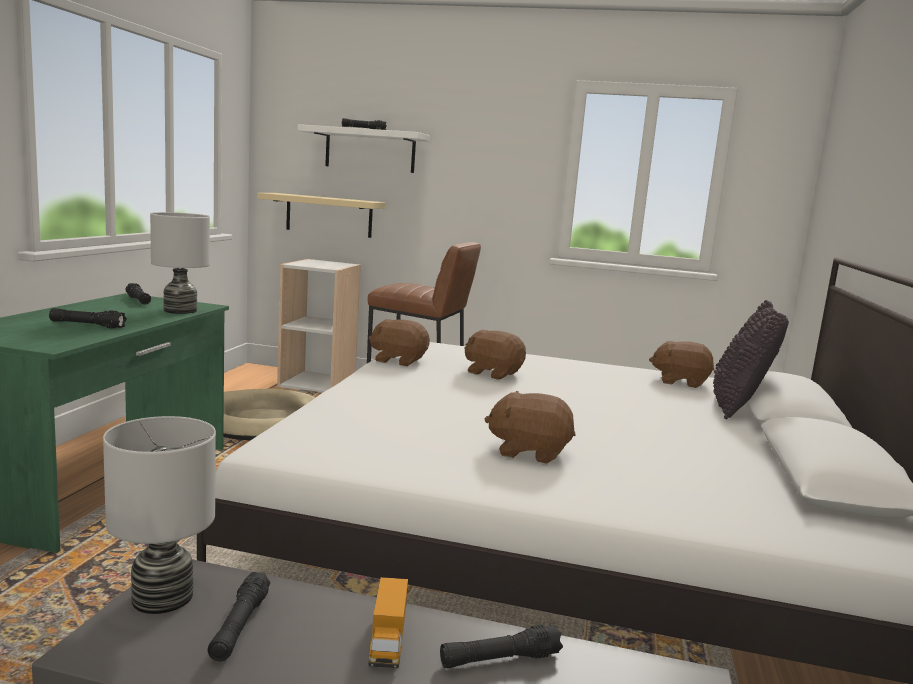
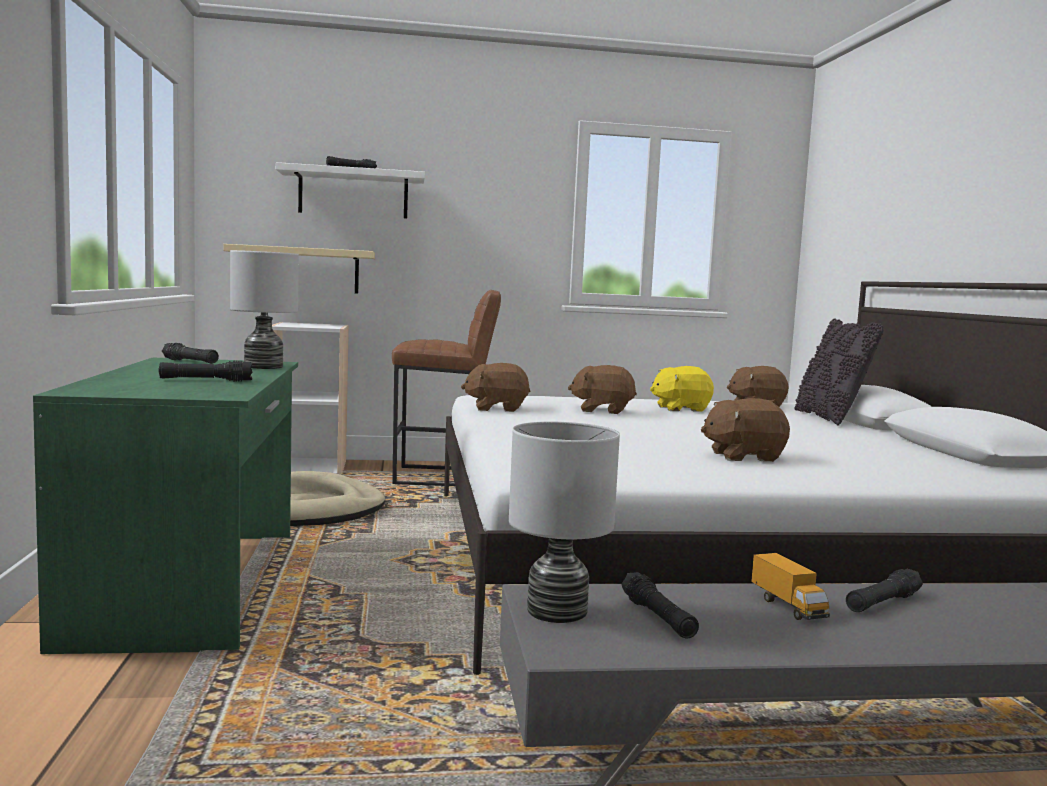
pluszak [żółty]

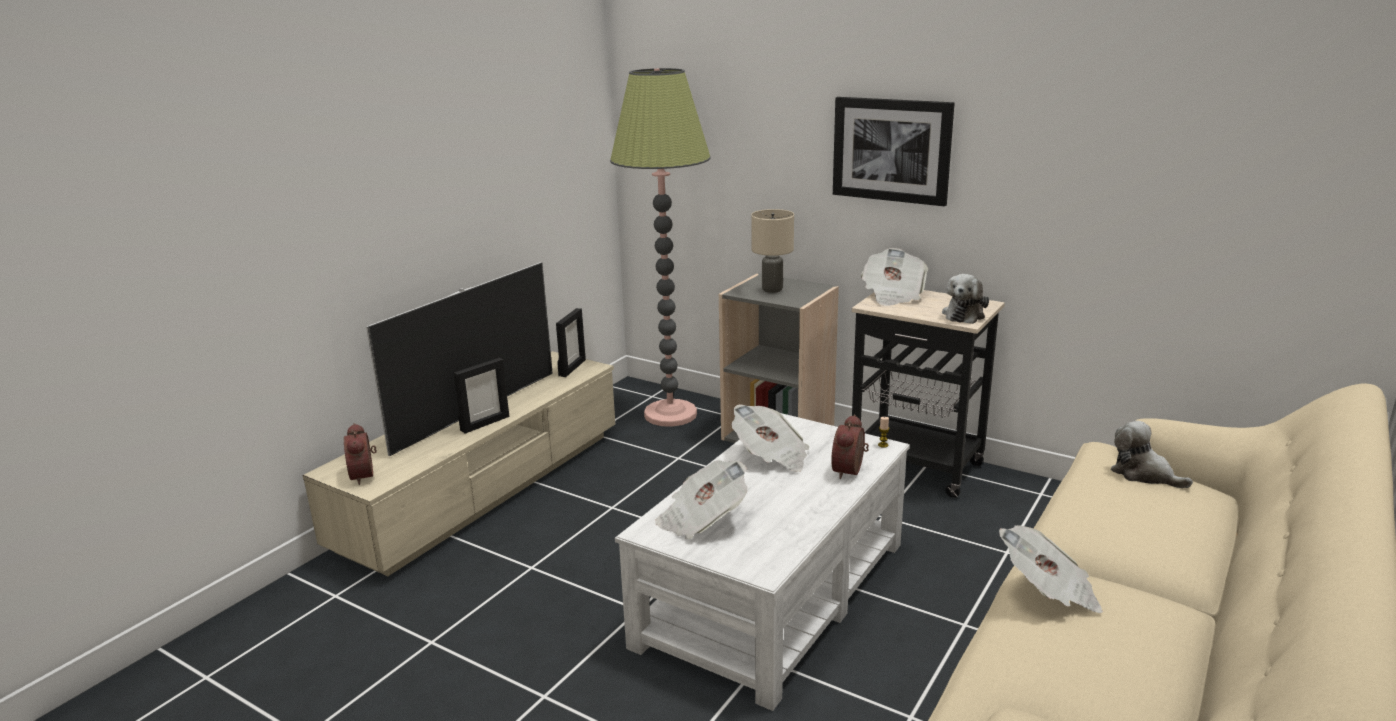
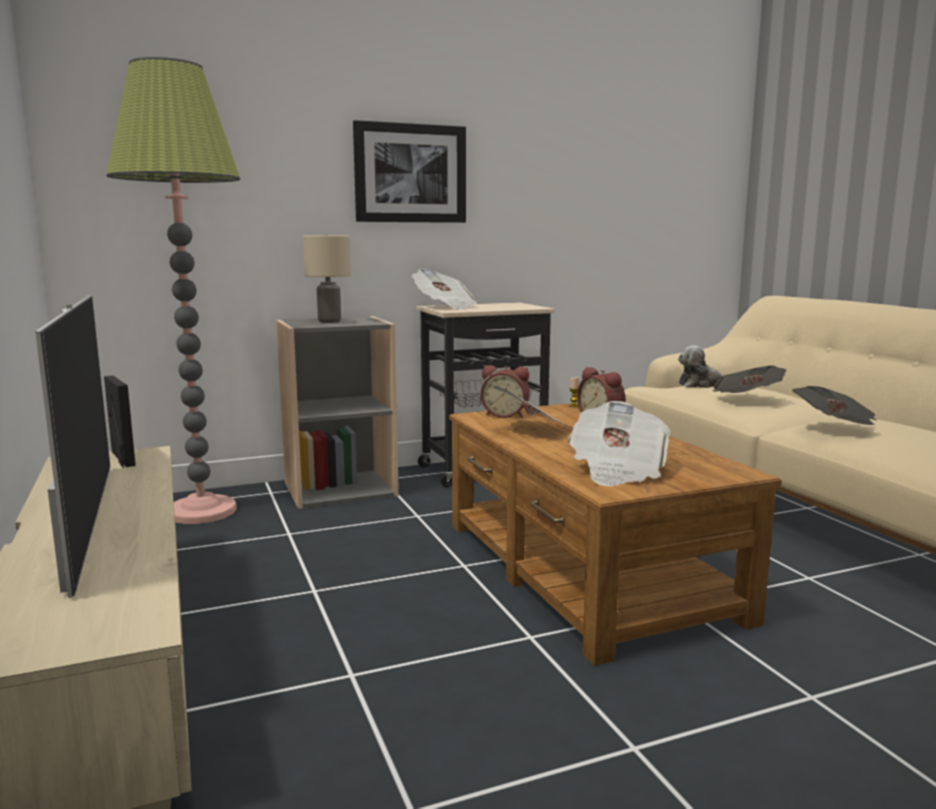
ramka na zdjęcie (no. 1 from left in the first image); pluszak (no. 1 from left in the first image); gazeta (no. 4 from left); budzik (no. 1 from left); ława [brązowy]

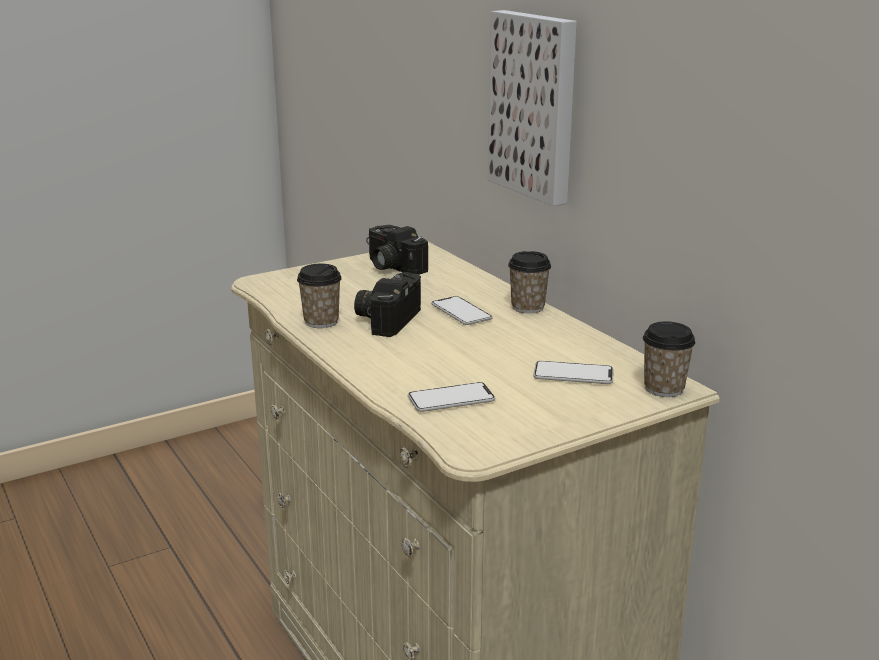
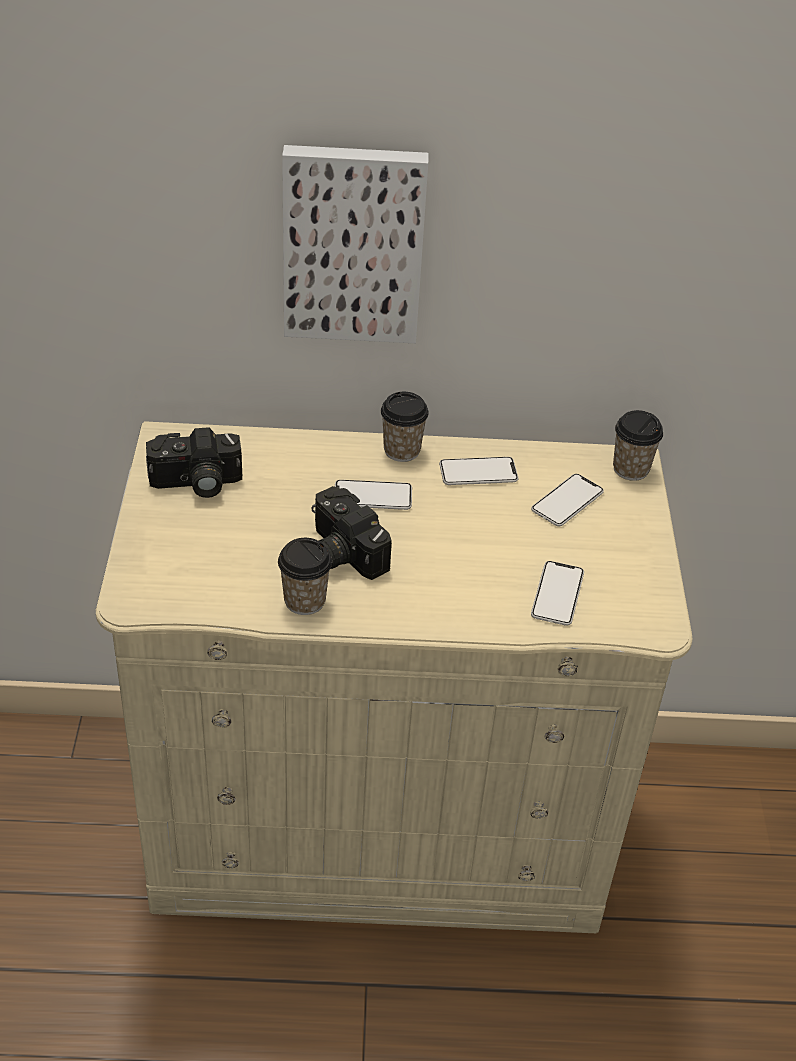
telefon (no. 2 from left)

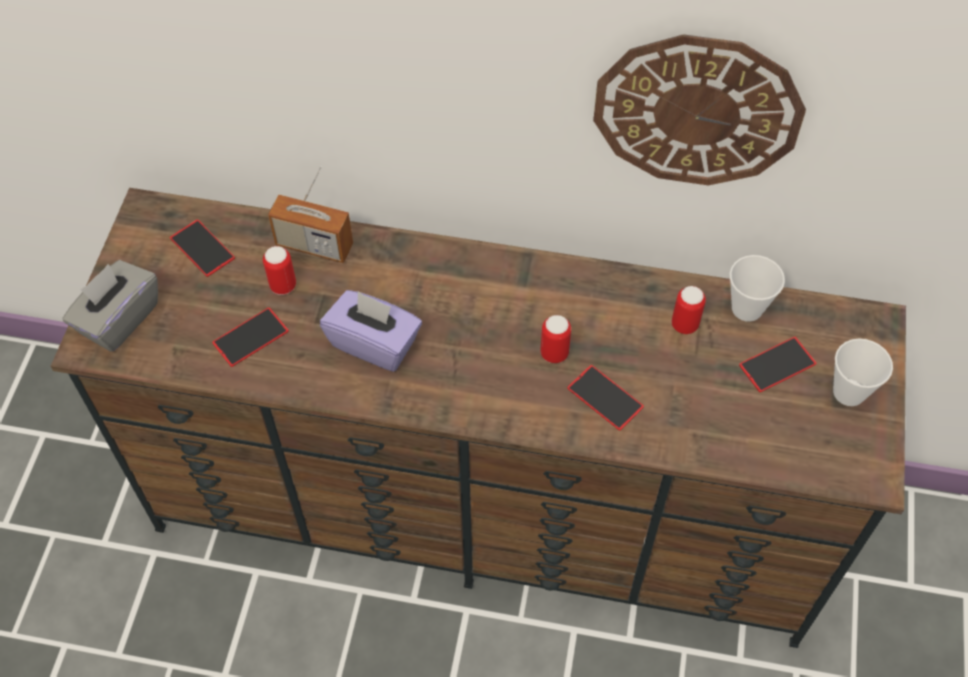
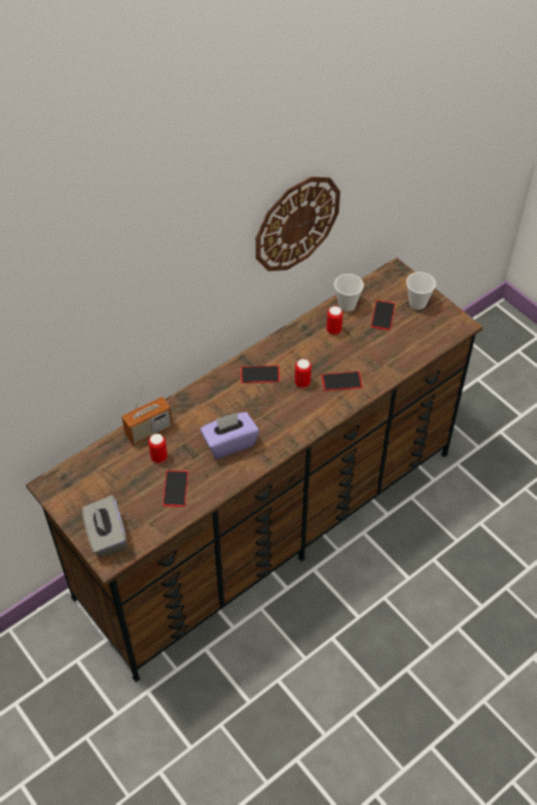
telefon (no. 2 from left)

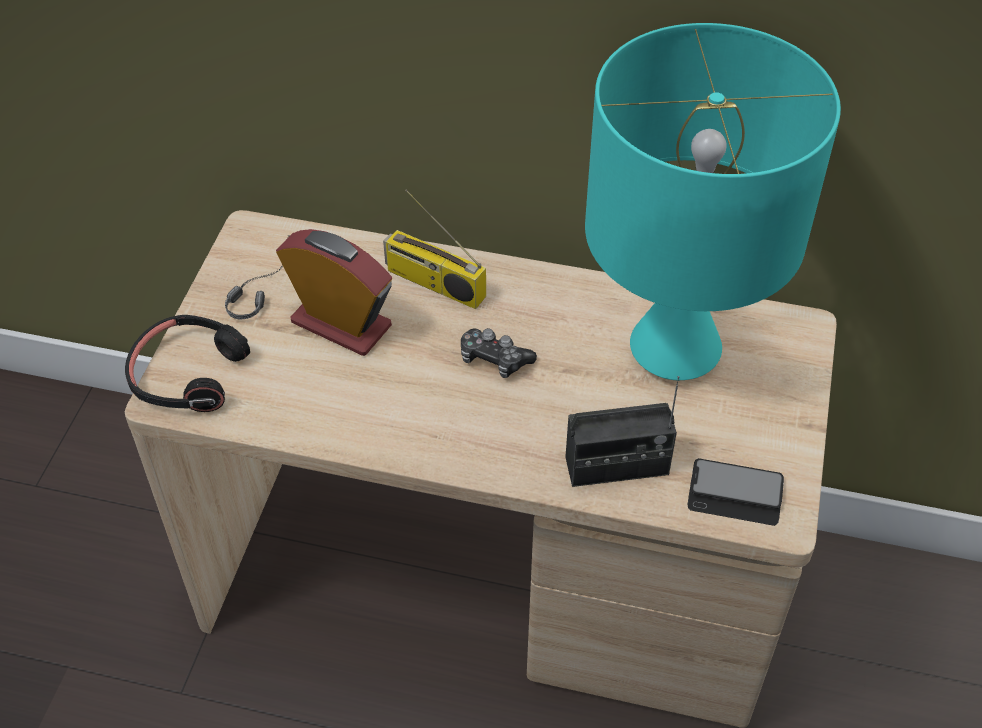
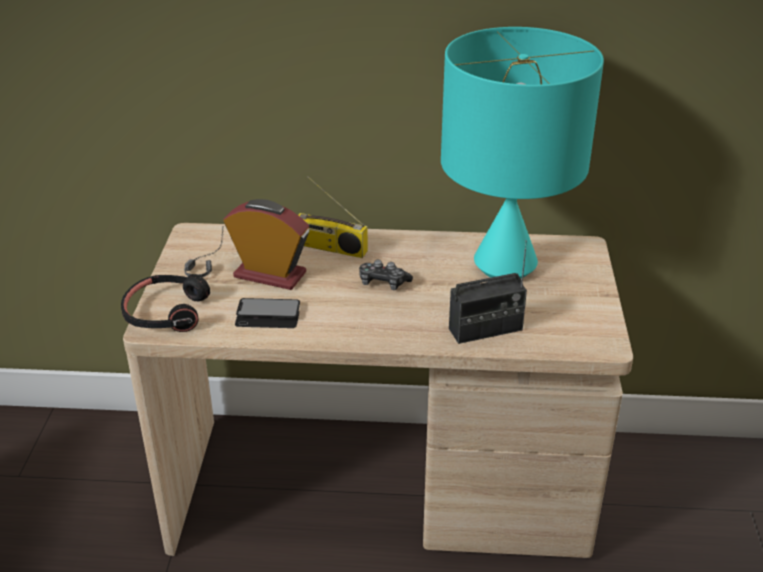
telefon

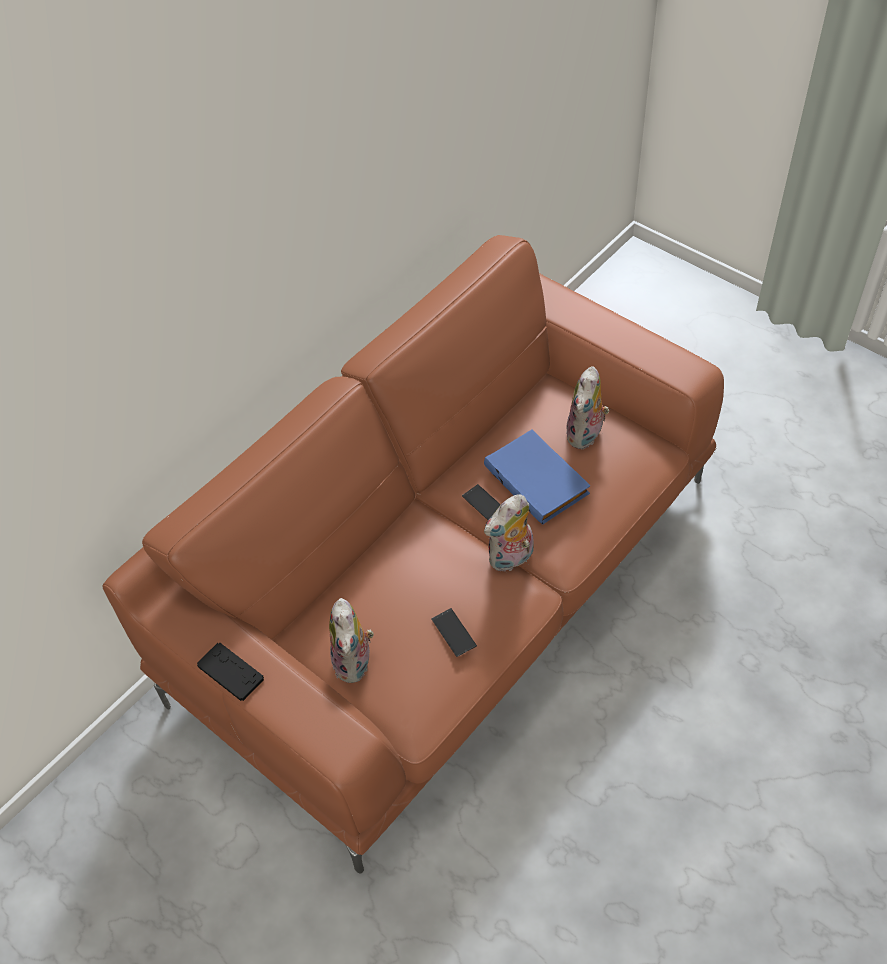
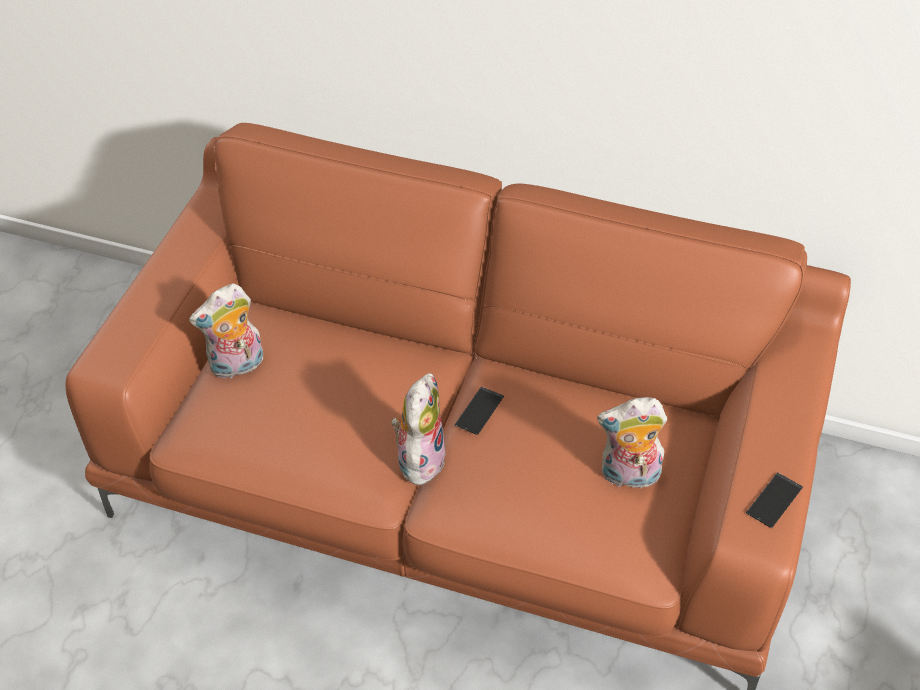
pad do gier [czarny]; książka [niebieski]; telefon (no. 2 from left); pluszak (no. 2 from left)

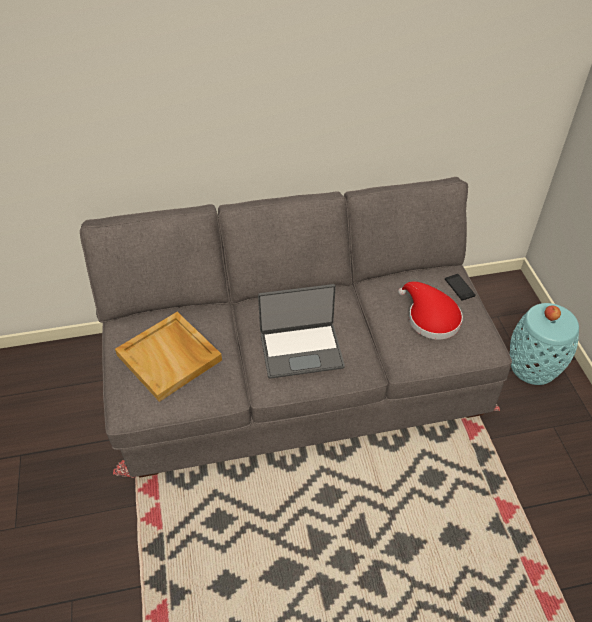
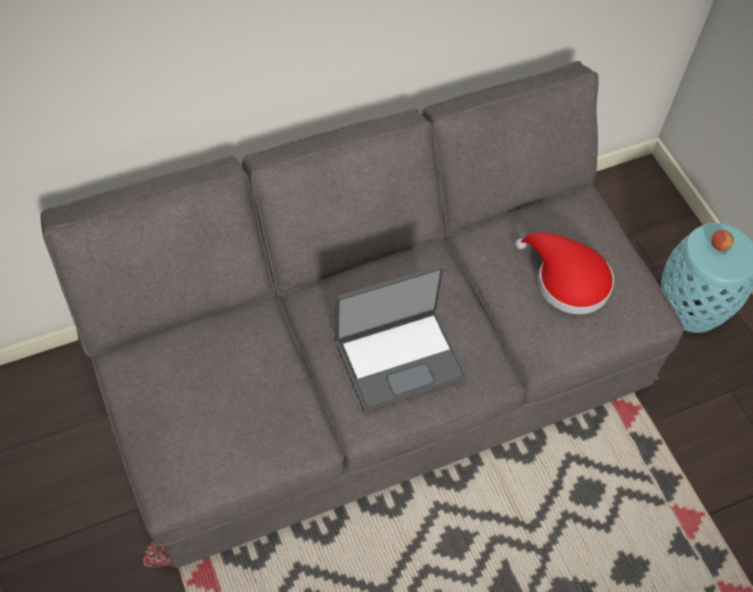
taca [beżowy]; telefon

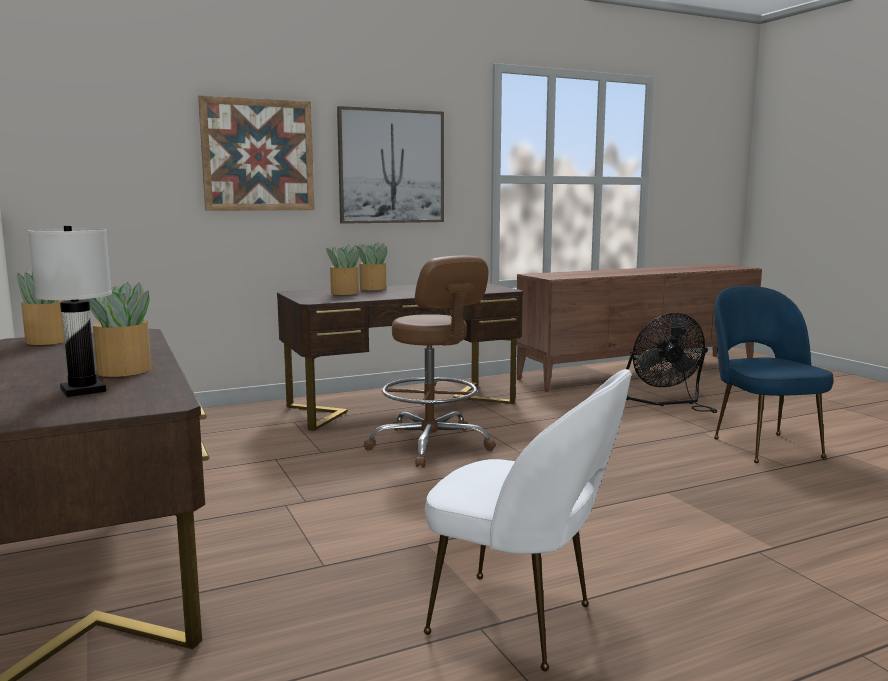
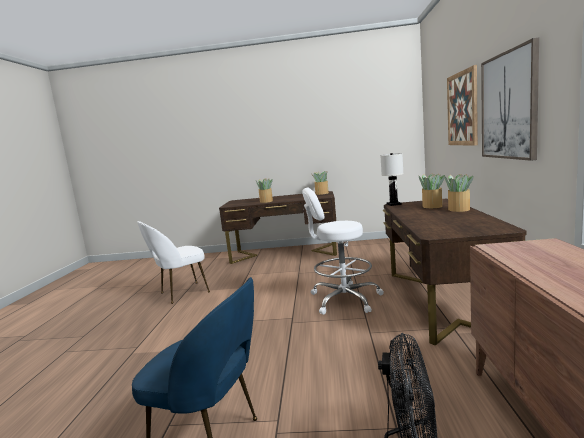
lampa stołowa [biały]; stołek [biały]

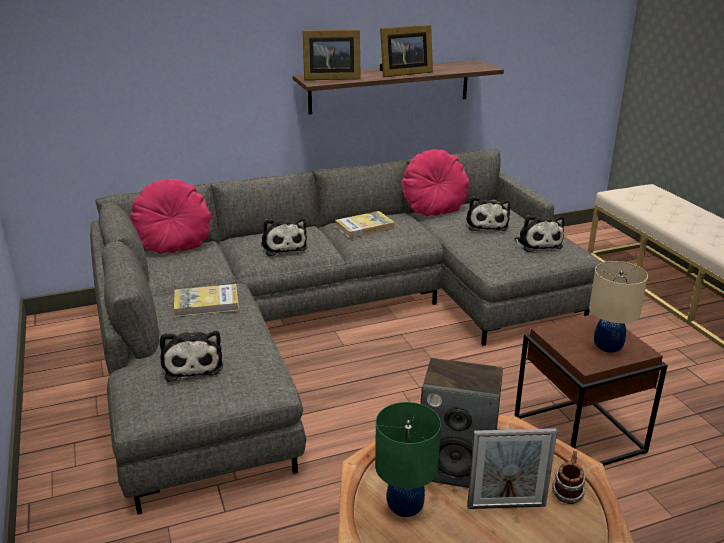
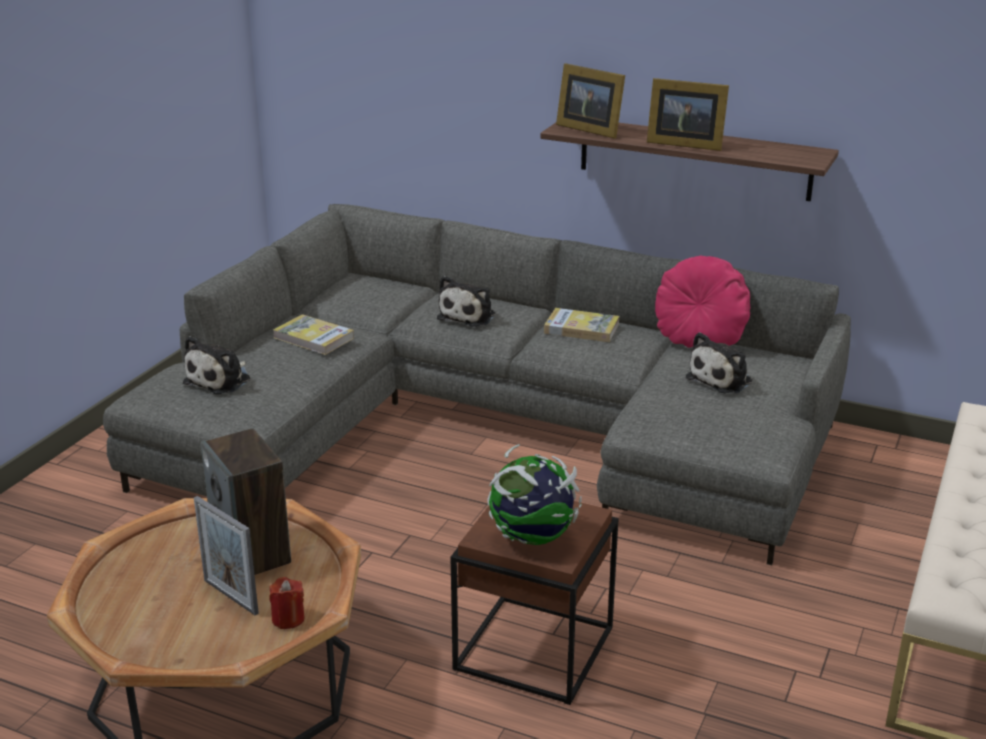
poduszka [różowy] (no. 1 from left in the first image); lampa stołowa [zielony]; pluszak (no. 4 from left in the first image); świeca [czerwony]; globus

